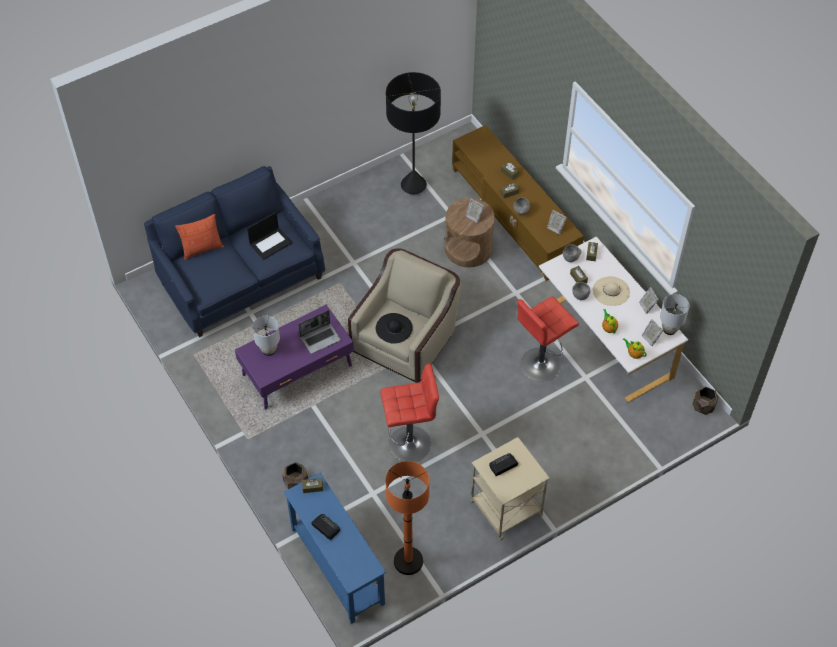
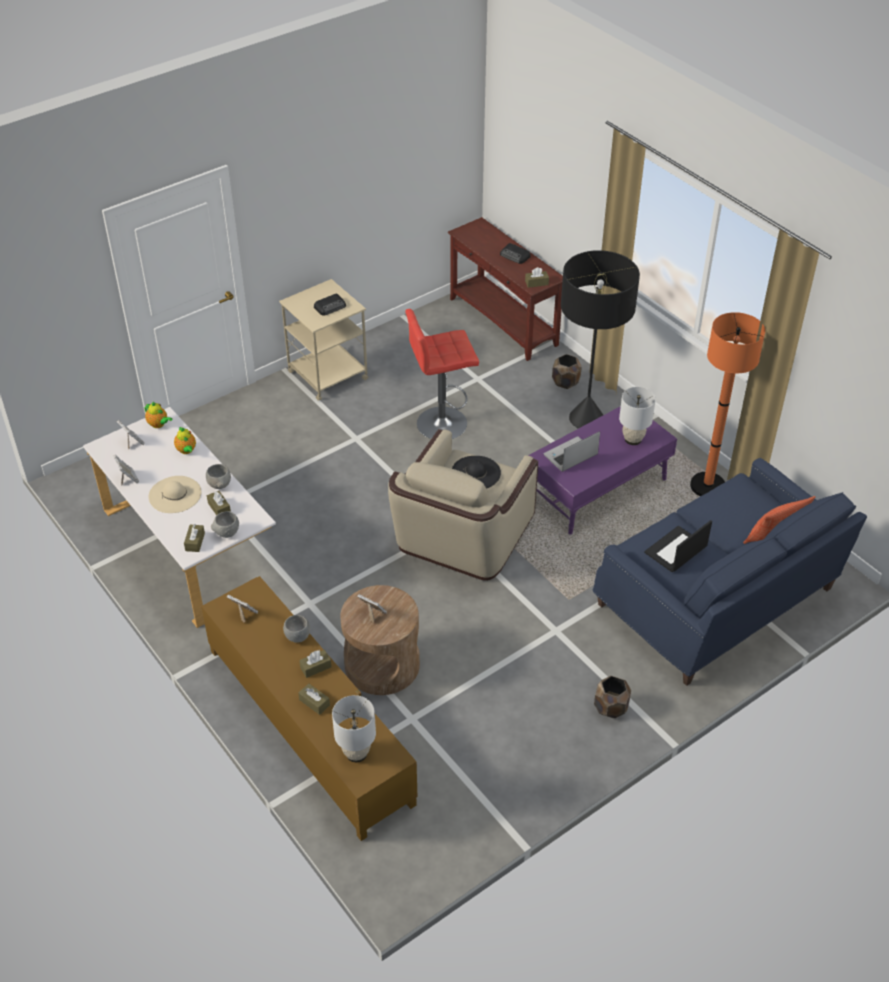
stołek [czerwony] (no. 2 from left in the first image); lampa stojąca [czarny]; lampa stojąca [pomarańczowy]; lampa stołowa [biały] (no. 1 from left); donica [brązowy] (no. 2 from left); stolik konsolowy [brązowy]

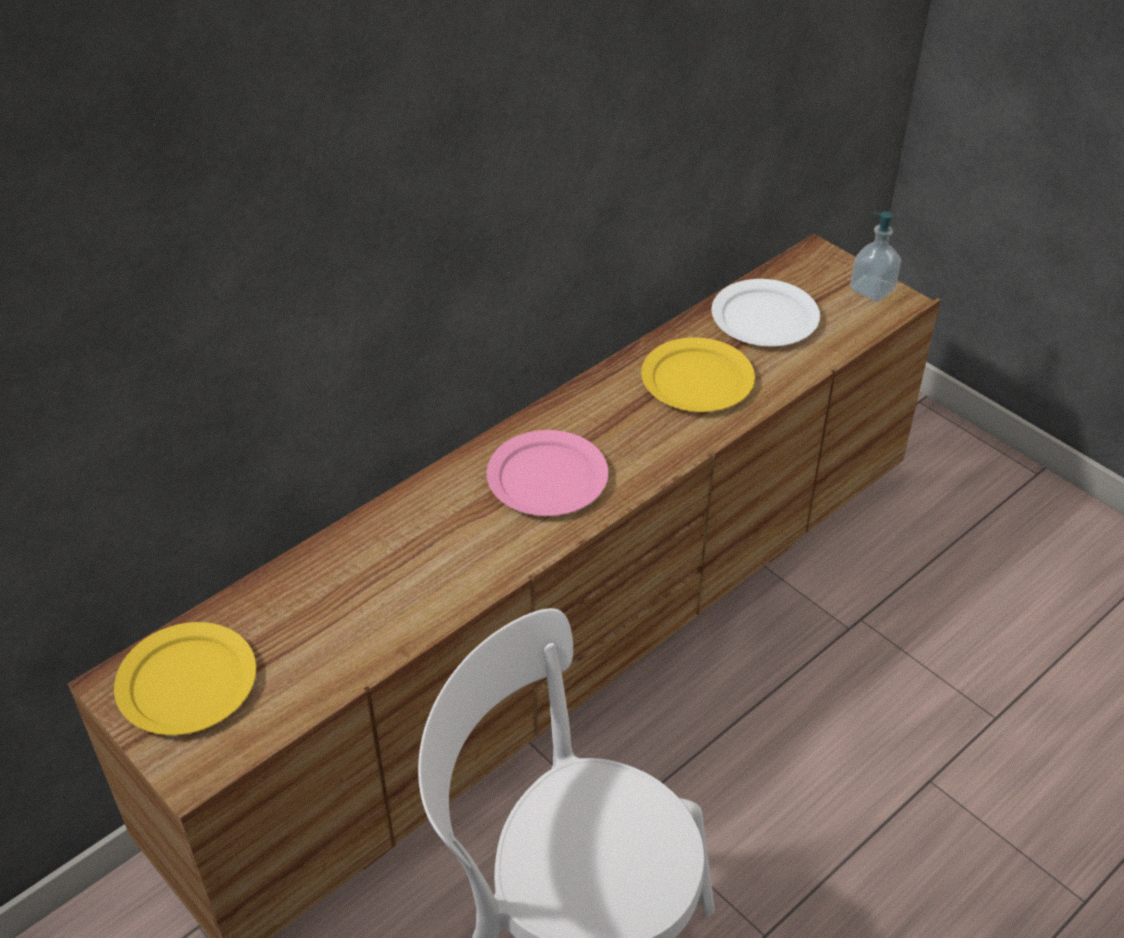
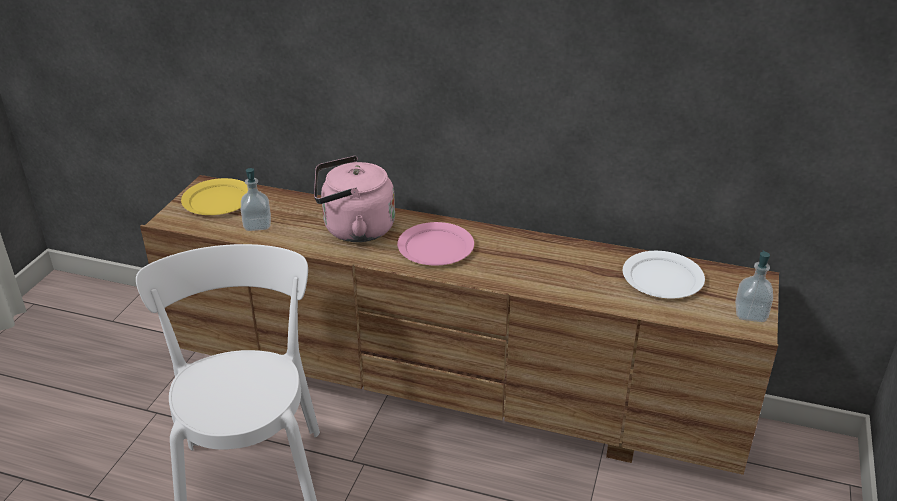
talerz [żółty] (no. 2 from left in the first image); dozownik mydła (no. 1 from left); czajnik [różowy]

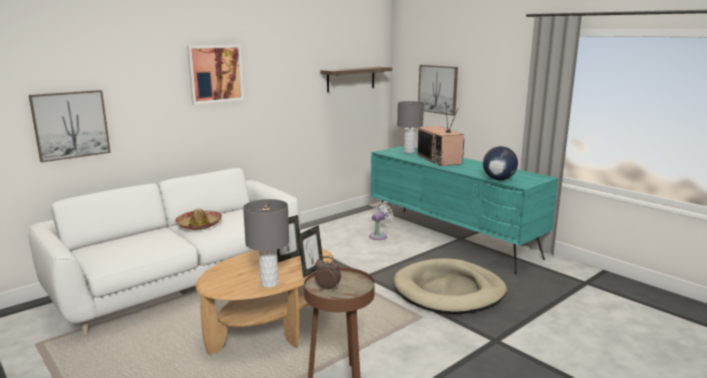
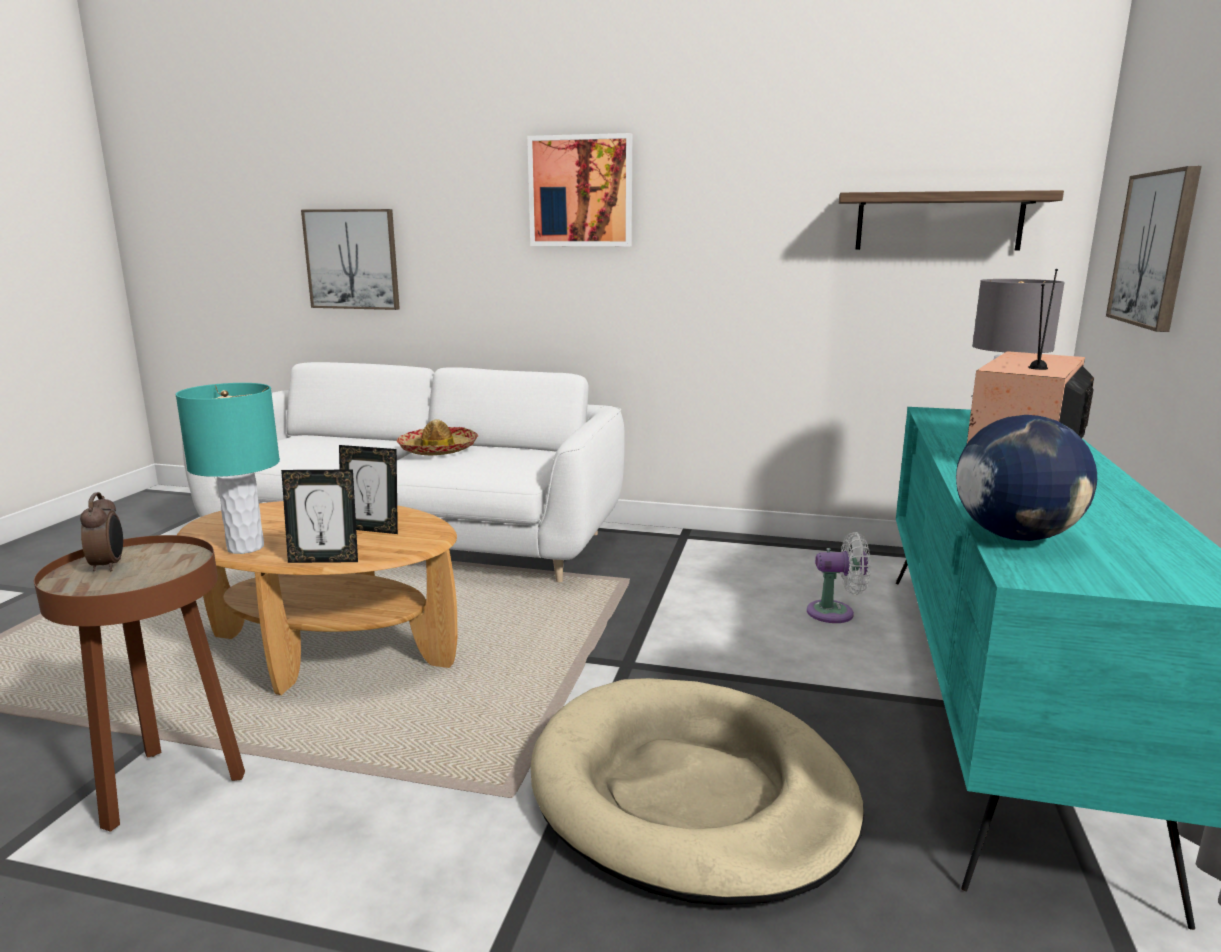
lampa stołowa [turkusowy]

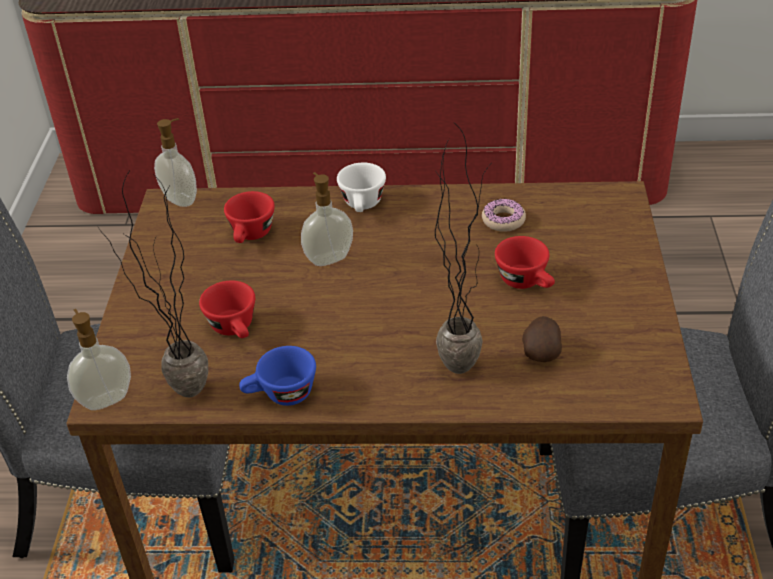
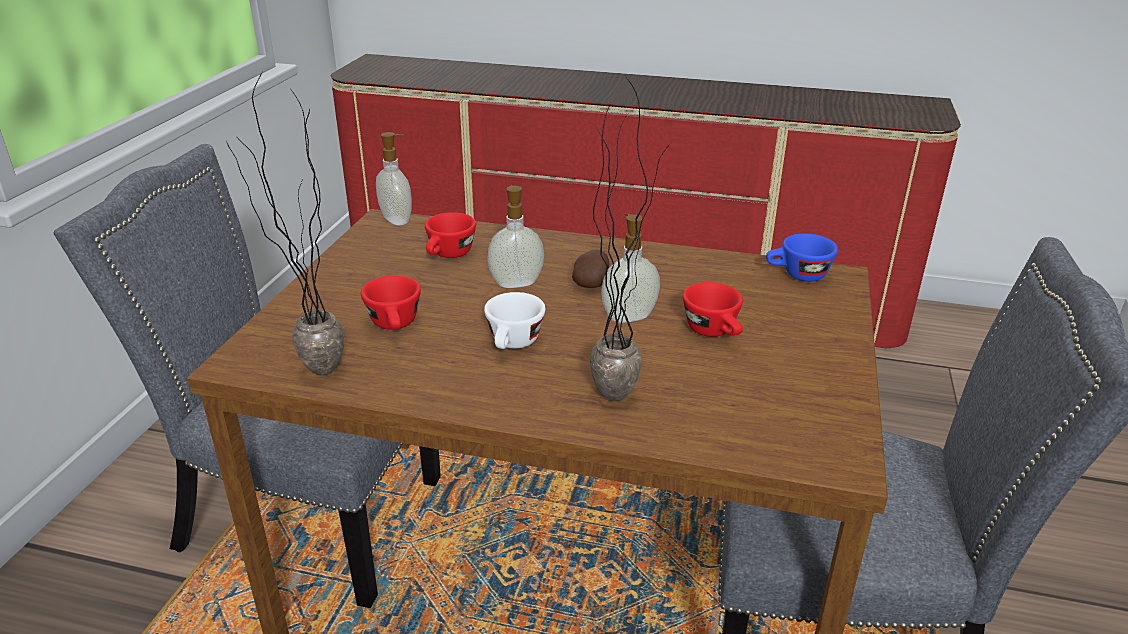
donut; dozownik mydła (no. 3 from left); filiżanka [niebieski]; filiżanka [biały]; ziemniak

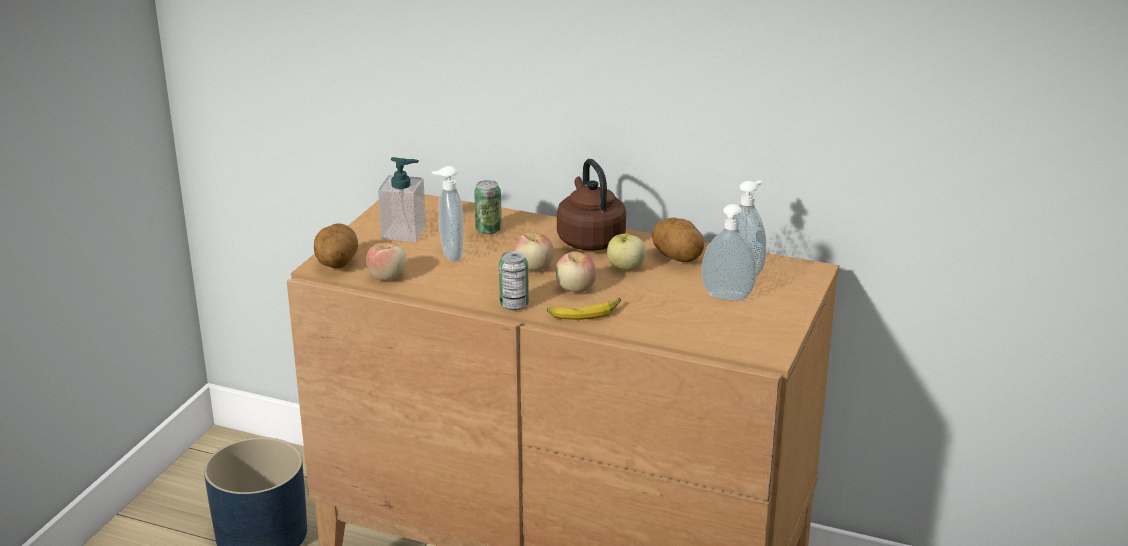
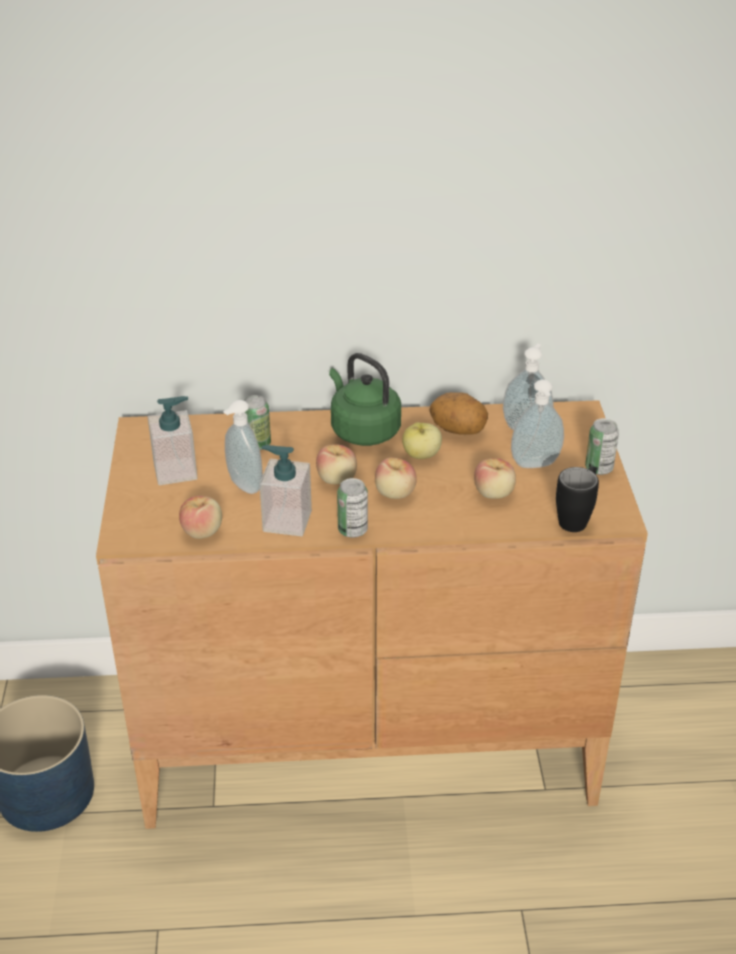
ziemniak (no. 1 from left in the first image); banan; dozownik mydła (no. 3 from left); jabłko (no. 5 from left); kubek [czarny]; puszka (no. 3 from left); czajnik [zielony]

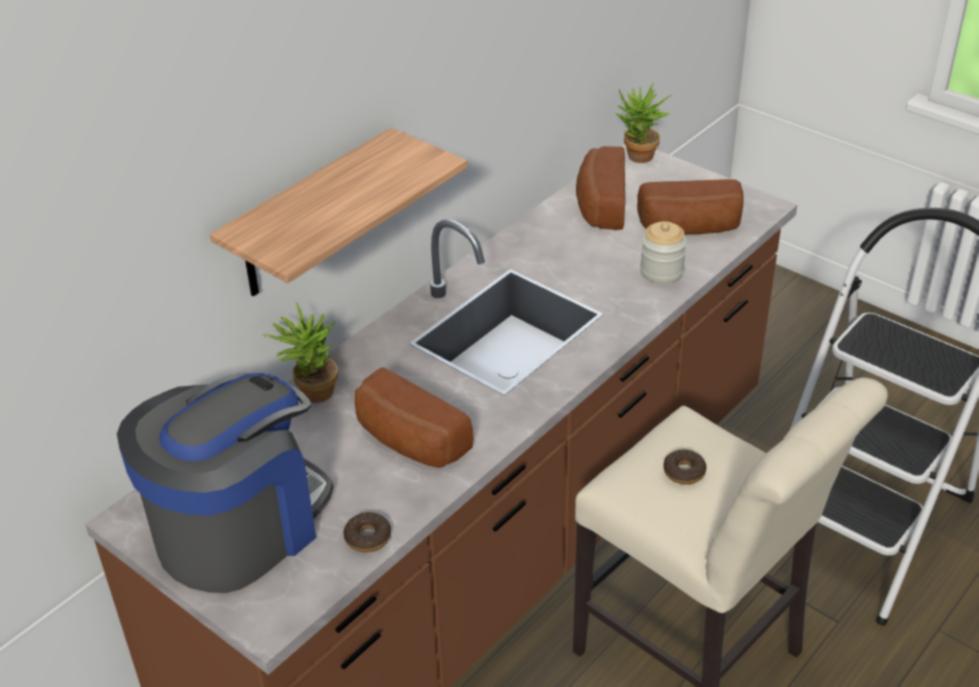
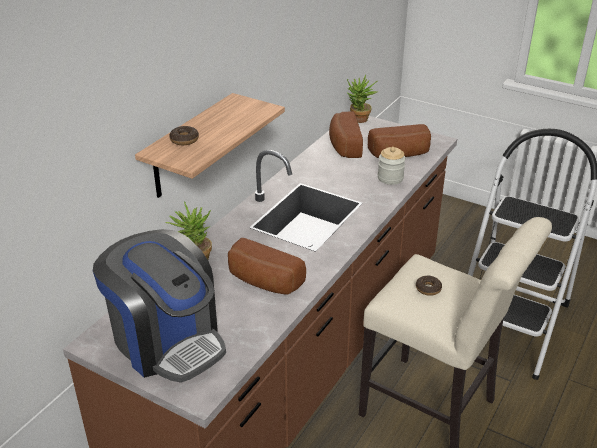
donut (no. 1 from left); ekspres do kawy

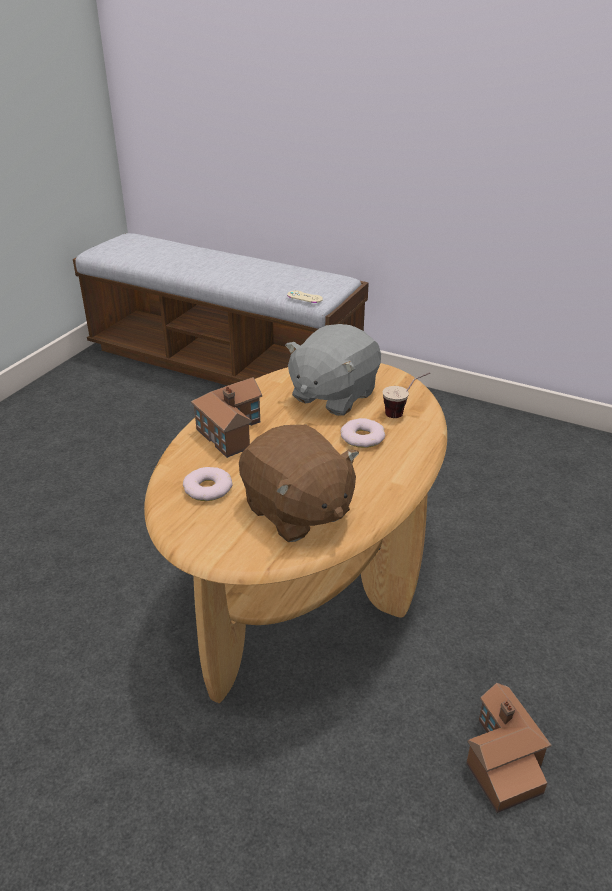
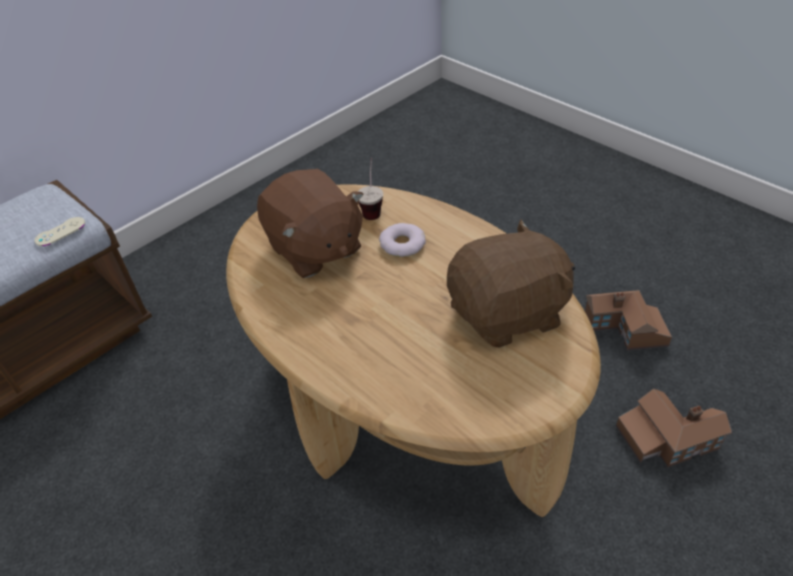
donut (no. 1 from left in the first image); domek (no. 2 from left); pluszak [brązowy] (no. 1 from left)

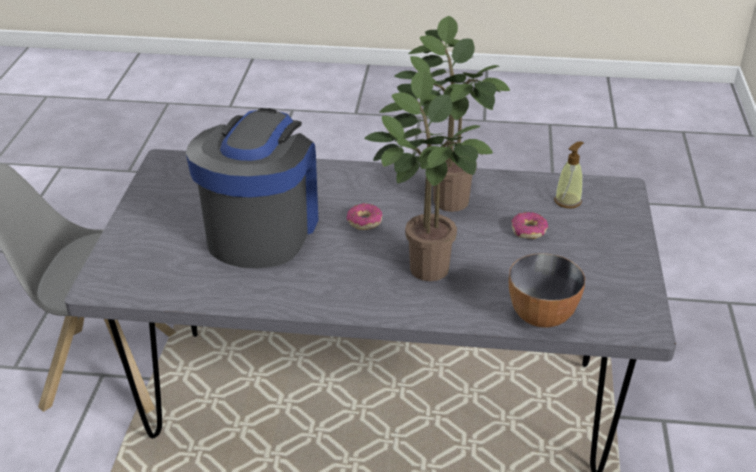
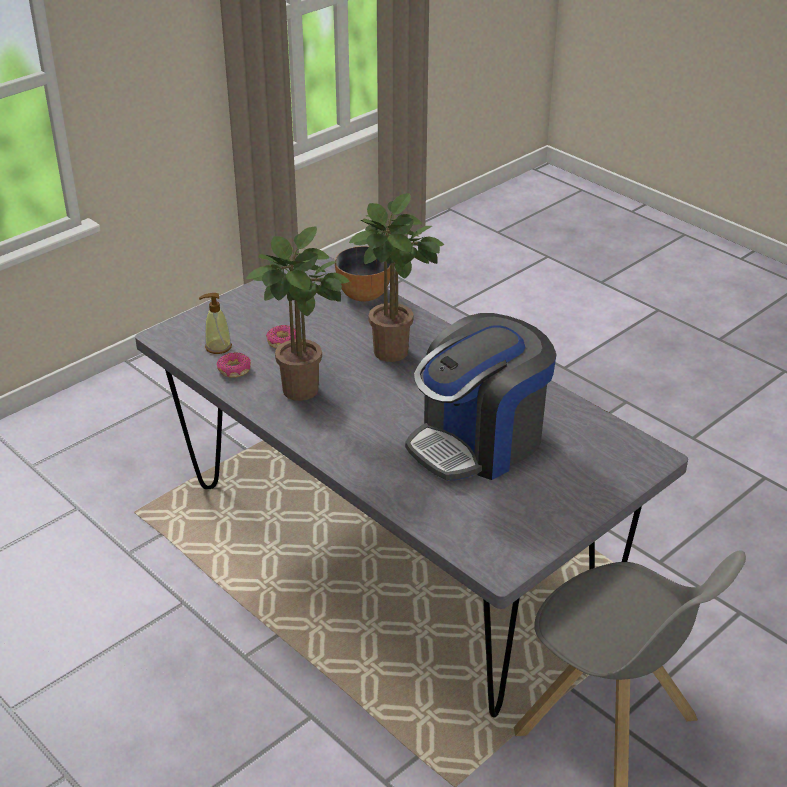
donut (no. 1 from left)

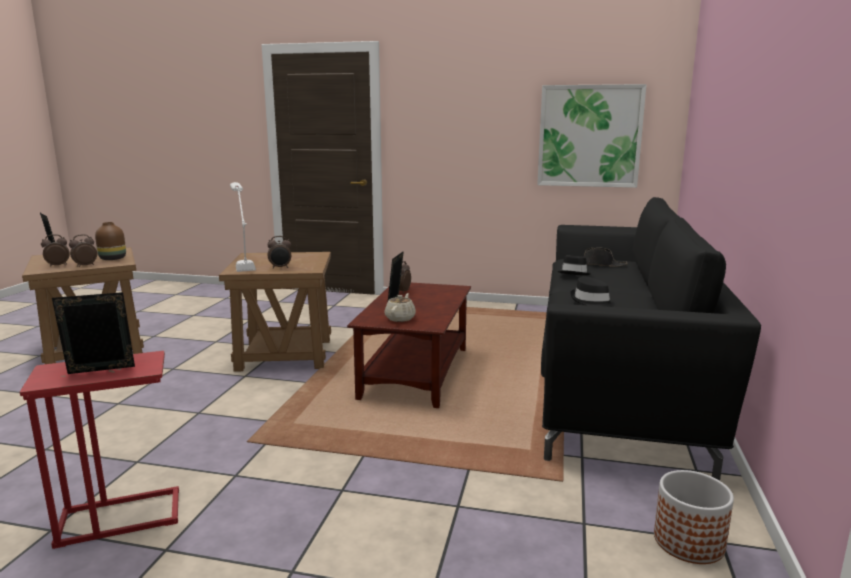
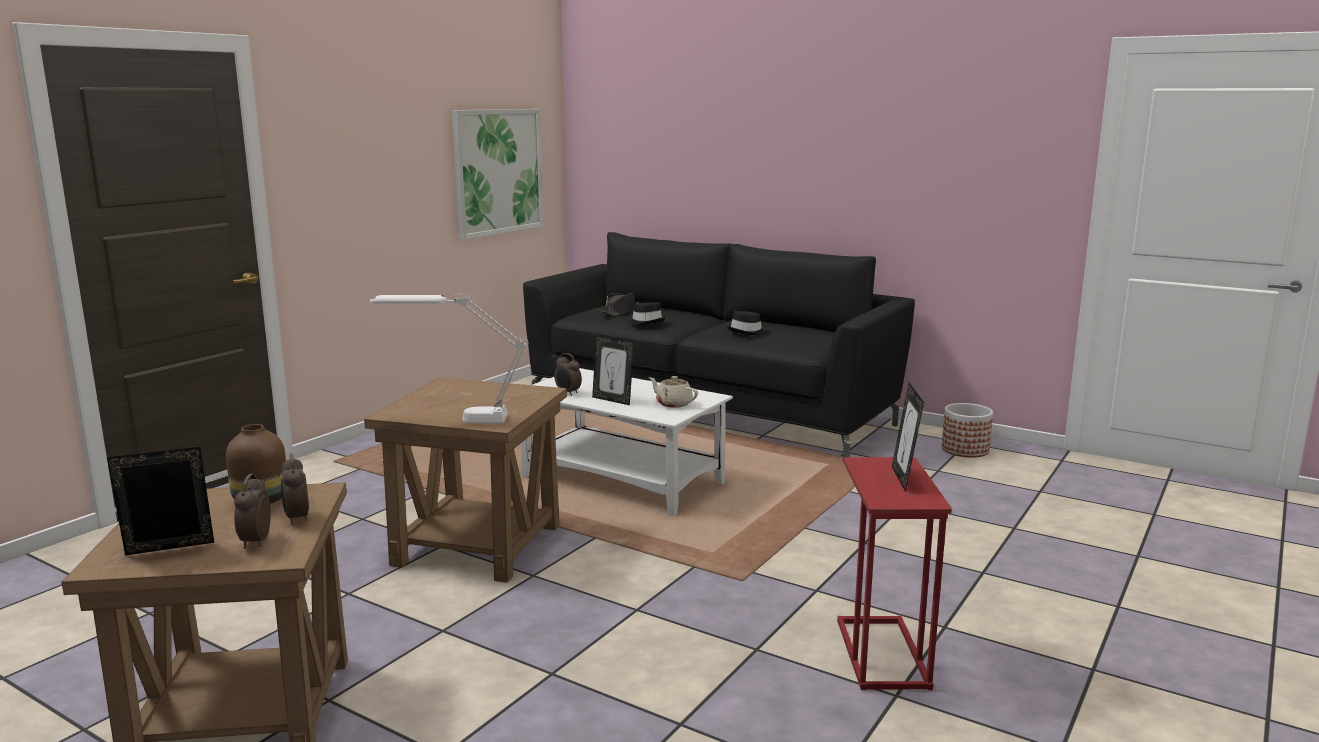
budzik (no. 3 from left in the first image); ława [biały]

